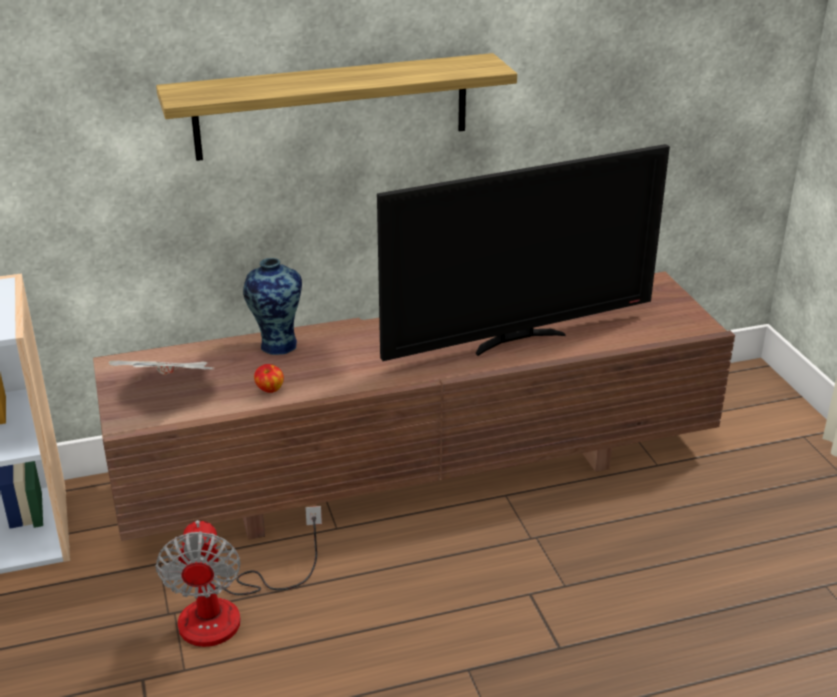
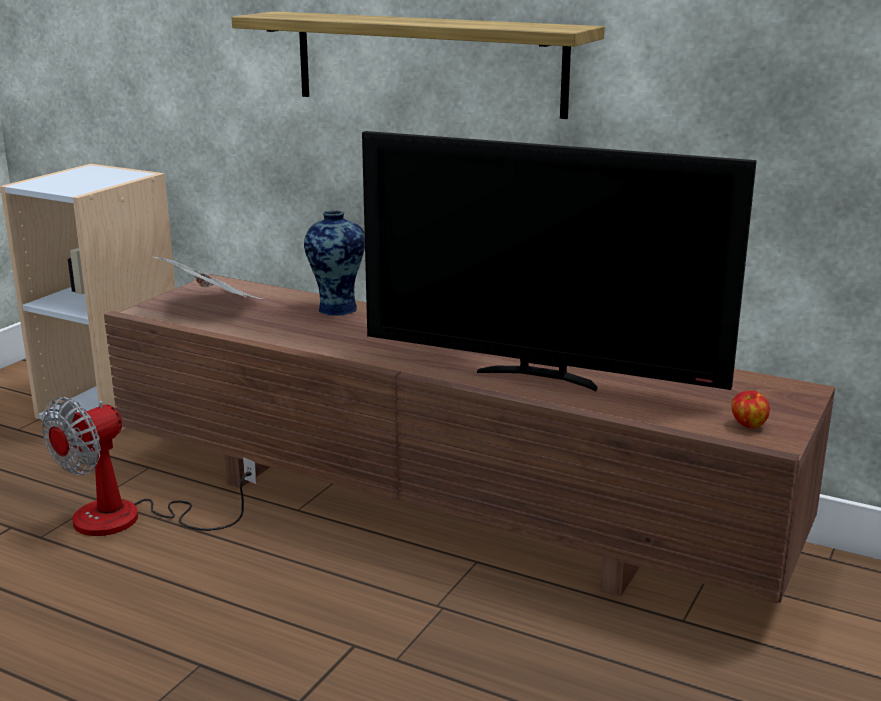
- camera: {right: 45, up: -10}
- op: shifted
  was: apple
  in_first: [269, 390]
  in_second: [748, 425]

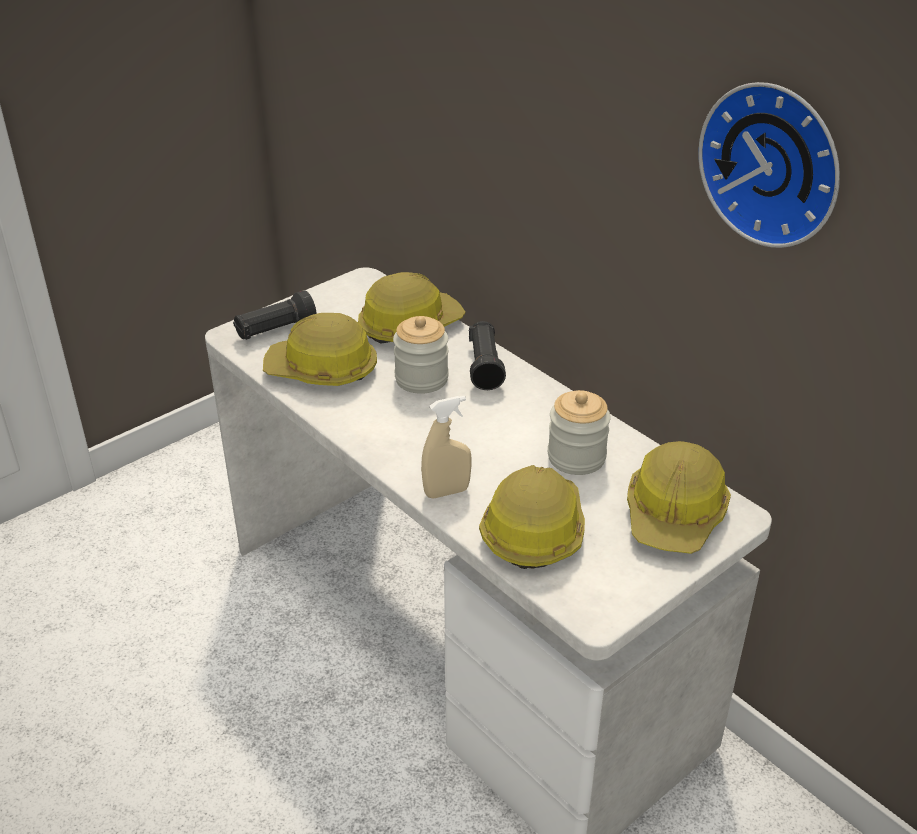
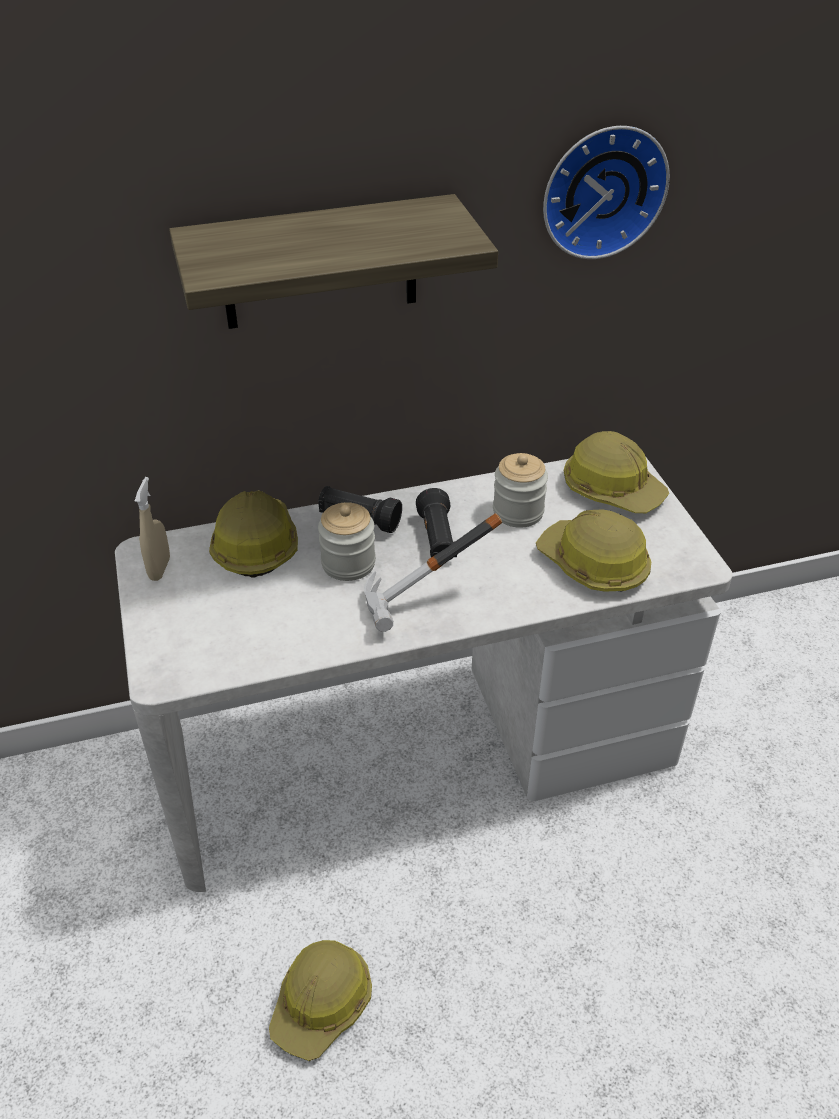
- camera: {right: -65, up: 5}
- op: shifted
  was: black flashlight
  in_first: [275, 330]
  in_second: [437, 539]
- op: shifted
  was: hard hat
  in_first: [322, 370]
  in_second: [322, 1003]
- op: shifted
  was: beige spray bottle
  in_first: [446, 492]
  in_second: [160, 568]
- op: new
  now: shelf
  in_second: [320, 263]
- op: new
  now: hammer
  in_second: [428, 608]

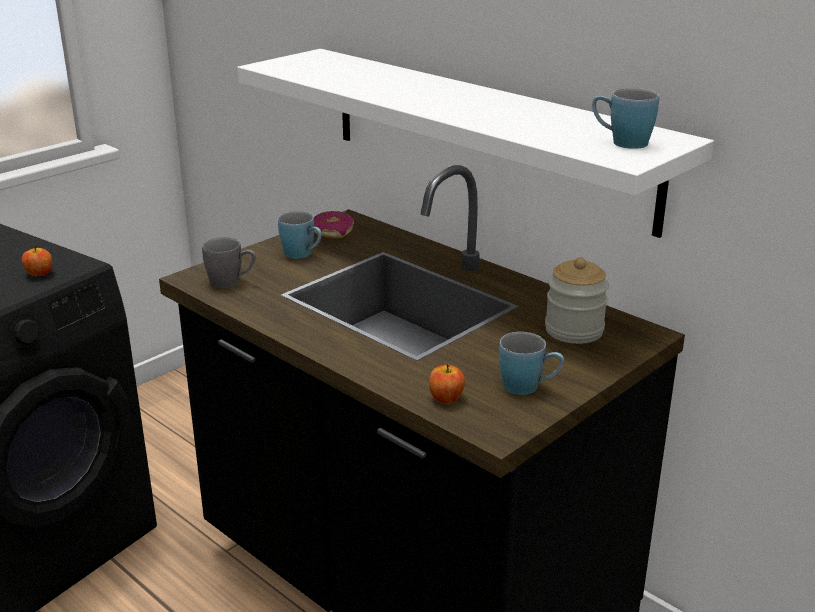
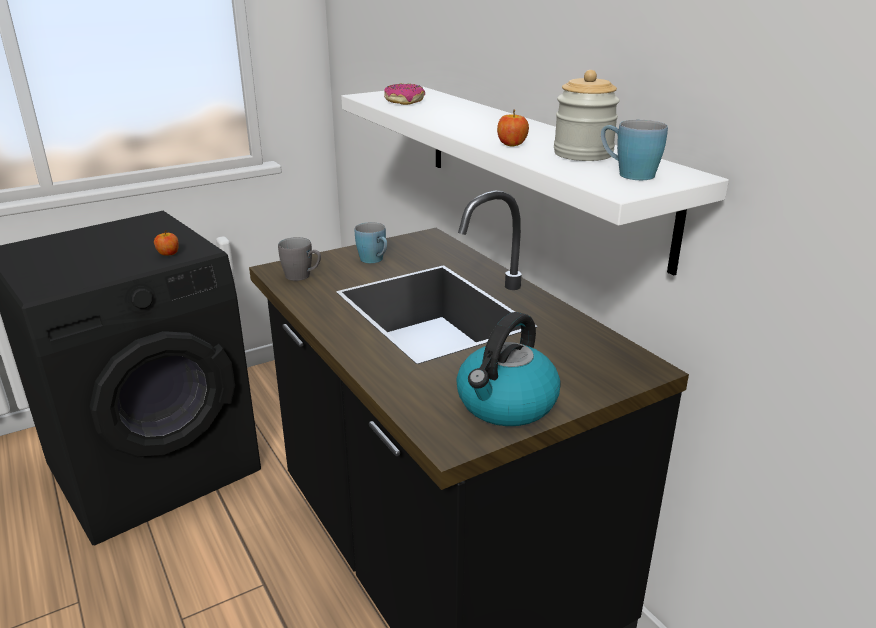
- camera: {right: 15, up: 0}
- op: shifted
  was: donut
  in_first: [333, 231]
  in_second: [404, 101]
- op: shifted
  was: apple
  in_first: [446, 398]
  in_second: [512, 144]
- op: swapped
  was: blue mug
  now: kettle
  in_first: [529, 387]
  in_second: [506, 404]
- op: shifted
  was: jar
  in_first: [574, 330]
  in_second: [583, 154]

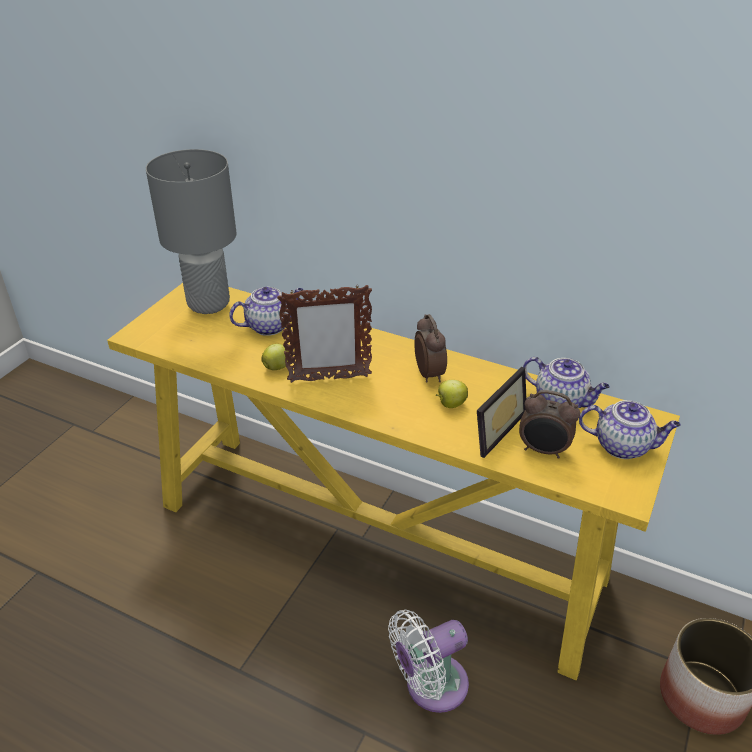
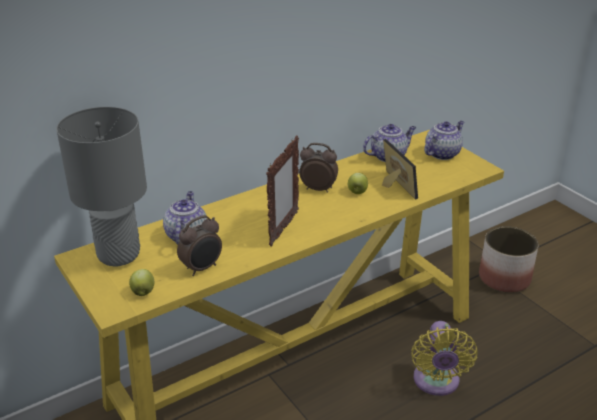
- camera: {right: -60, up: -5}
- op: shifted
  was: apple
  in_first: [277, 367]
  in_second: [143, 292]
- op: repainted
  was: white fan
  now: yellow fan
  in_first: [430, 686]
  in_second: [436, 382]
- op: shifted
  was: alarm clock
  in_first: [543, 450]
  in_second: [202, 268]

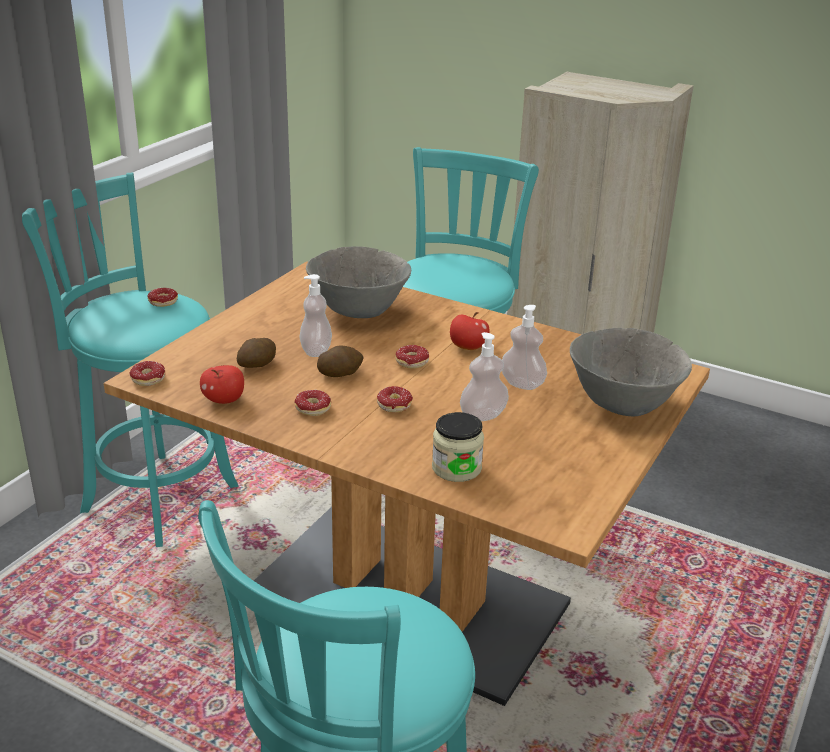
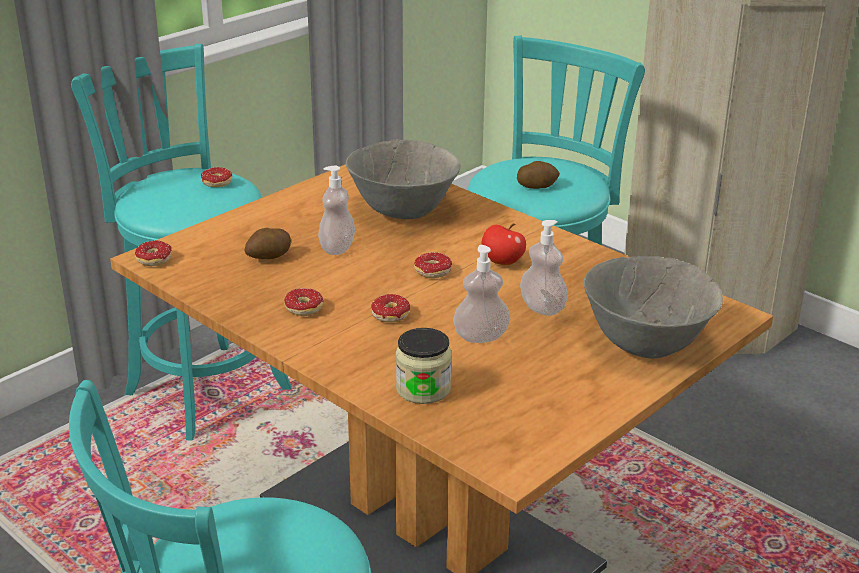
- camera: {right: 15, up: 0}
- op: gone
  was: apple
  in_first: [224, 400]
- op: shifted
  was: potato
  in_first: [340, 373]
  in_second: [537, 186]

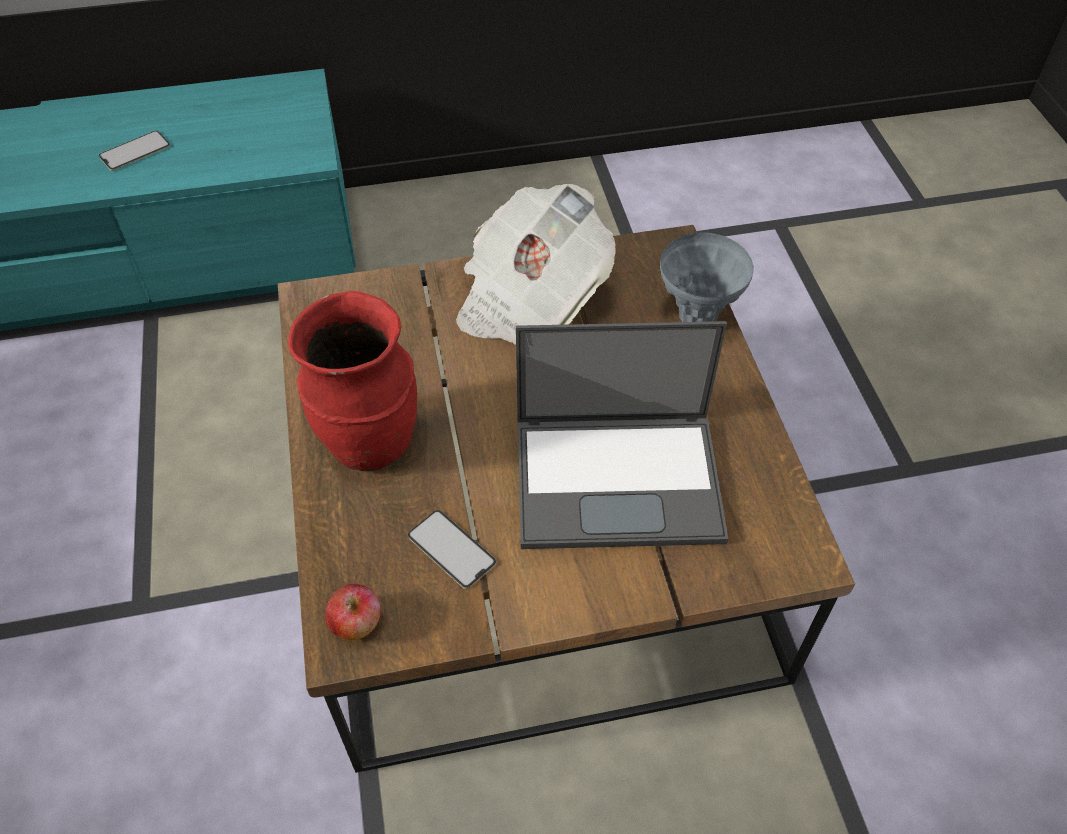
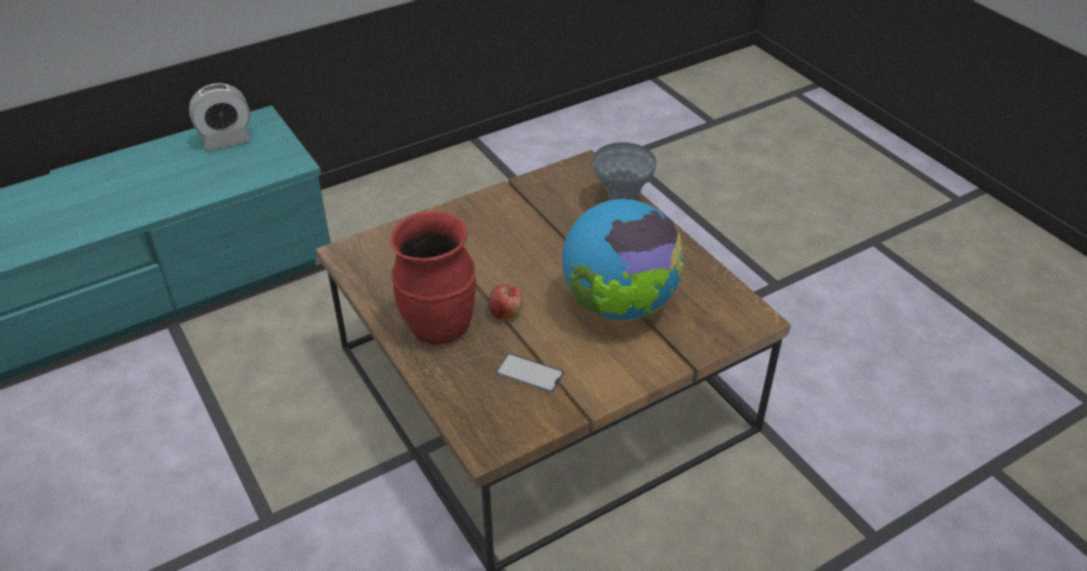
- camera: {right: -20, up: -10}
- op: gone
  was: phone
  in_first: [135, 151]
- op: shifted
  was: apple
  in_first: [356, 623]
  in_second: [506, 313]
- op: gone
  was: newspaper
  in_first: [529, 298]
- op: swapped
  was: laptop
  now: globe
  in_first: [620, 478]
  in_second: [619, 305]
- op: new
  now: alarm clock
  in_second: [226, 140]

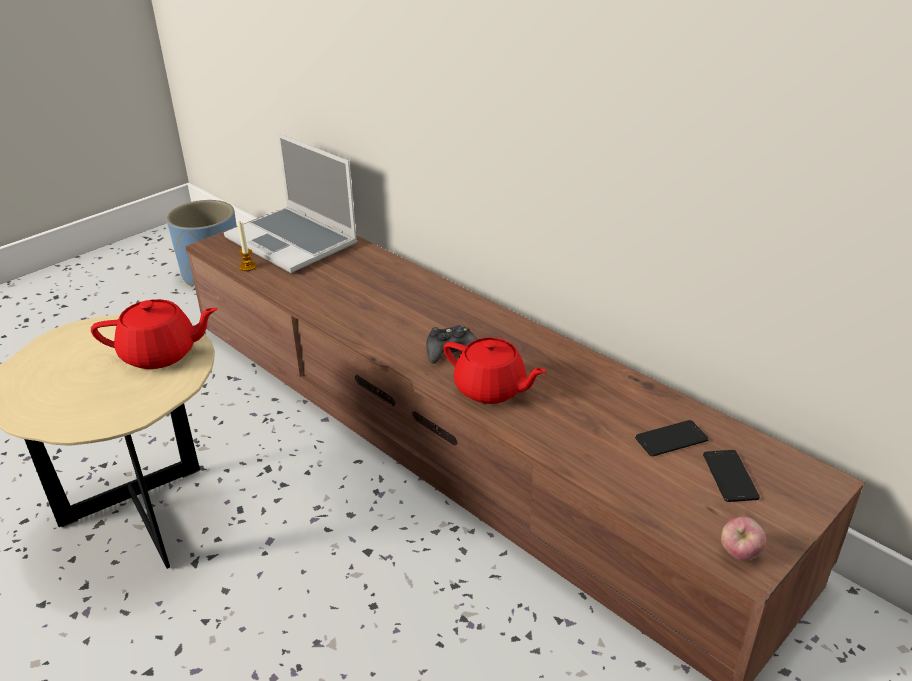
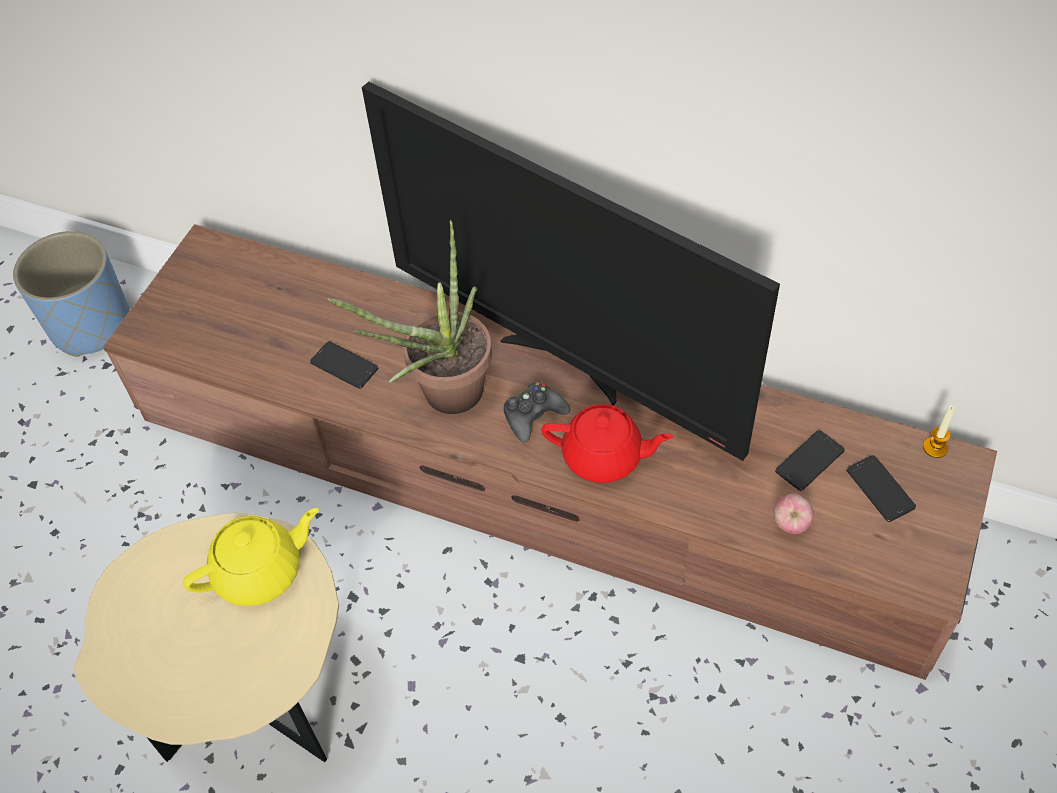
- camera: {right: -20, up: 20}
- op: repainted
  was: red teapot
  now: yellow teapot
  in_first: [161, 354]
  in_second: [260, 571]
- op: gone
  was: laptop
  in_first: [294, 241]
- op: shifted
  was: candle
  in_first: [248, 267]
  in_second: [935, 448]
- op: shifted
  was: apple
  in_first: [739, 554]
  in_second: [790, 524]
- op: new
  now: phone
  in_second: [344, 365]
- op: new
  now: potted plant
  in_second: [442, 397]
- op: new
  now: television
  in_second: [566, 363]

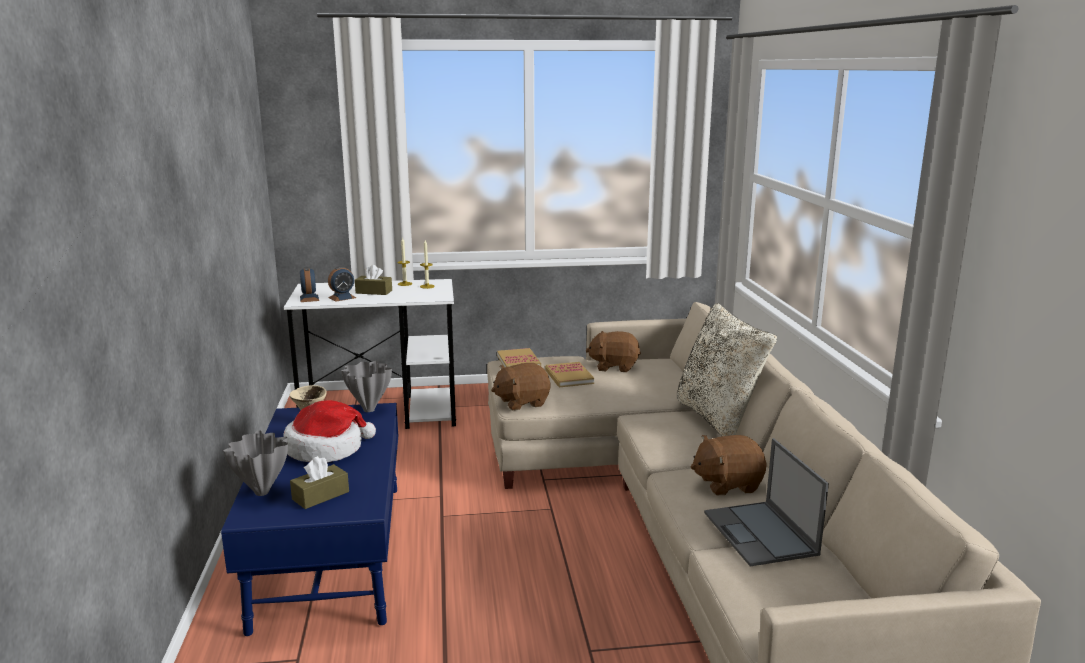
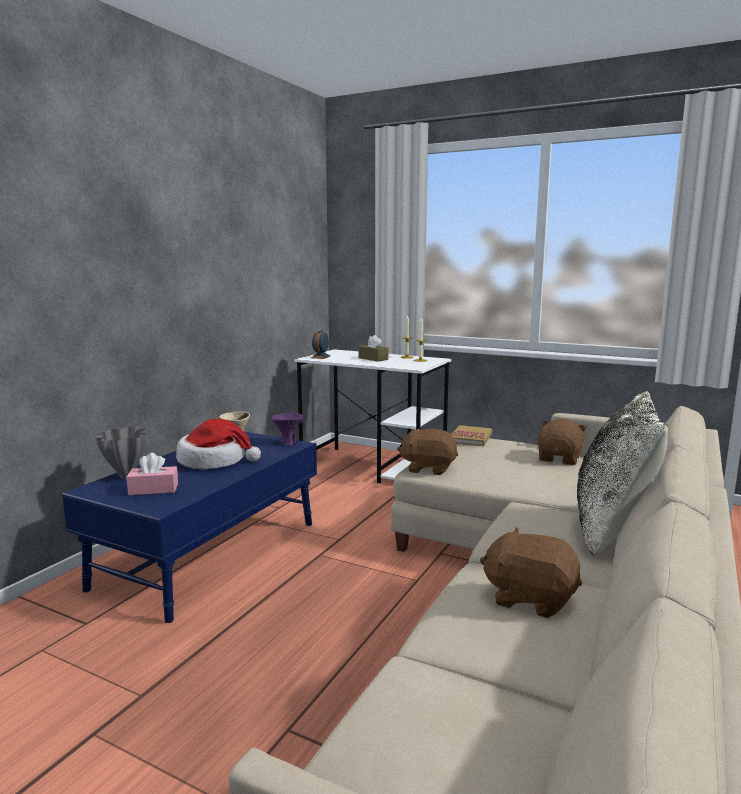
- camera: {right: 35, up: -5}
- op: repainted
  was: brown tissue box
  now: pink tissue box
  in_first: [320, 495]
  in_second: [153, 489]
- op: gone
  was: alarm clock
  in_first: [342, 297]
- op: swapped
  was: grey vase
  now: purple bowl
  in_first: [369, 409]
  in_second: [288, 443]
- op: gone
  was: book
  in_first: [569, 377]
- op: rotated
  was: brown plush toy
  in_first: [614, 366]
  in_second: [560, 459]
  clockwise: 75
- op: gone
  was: laptop
  in_first: [761, 534]

